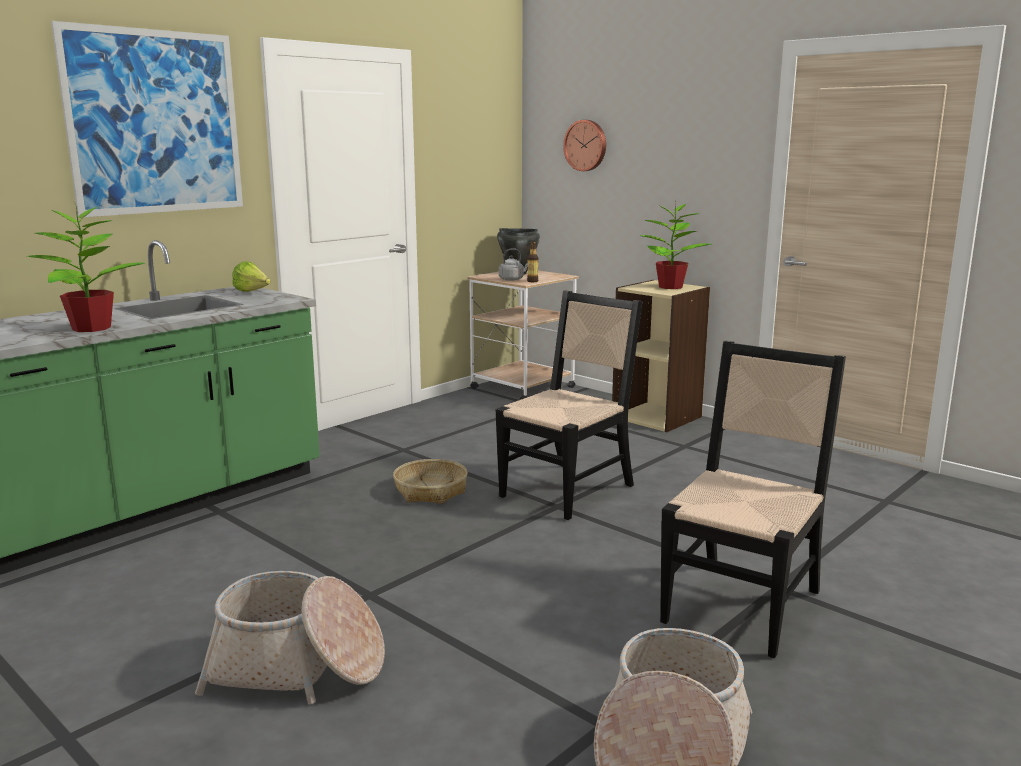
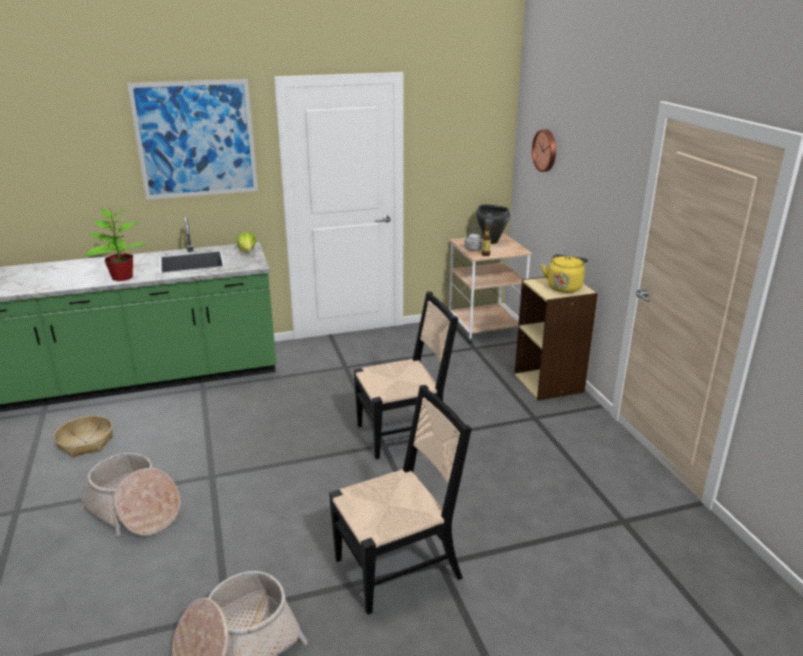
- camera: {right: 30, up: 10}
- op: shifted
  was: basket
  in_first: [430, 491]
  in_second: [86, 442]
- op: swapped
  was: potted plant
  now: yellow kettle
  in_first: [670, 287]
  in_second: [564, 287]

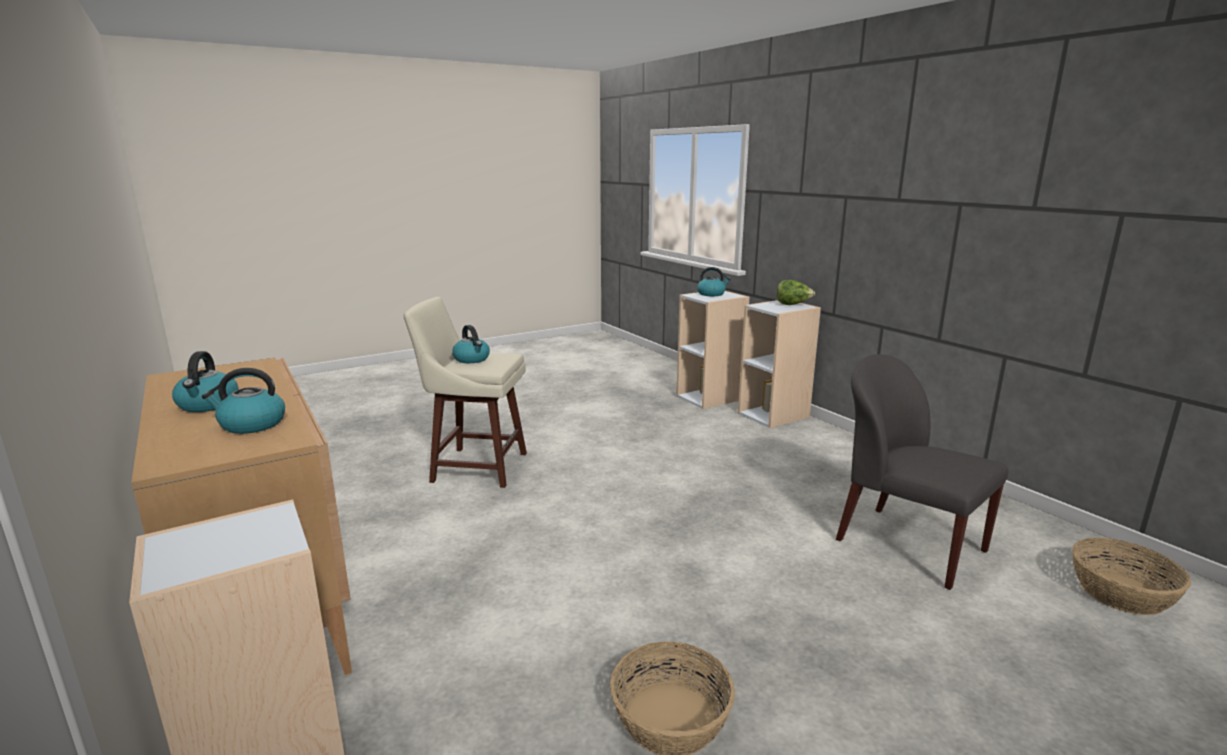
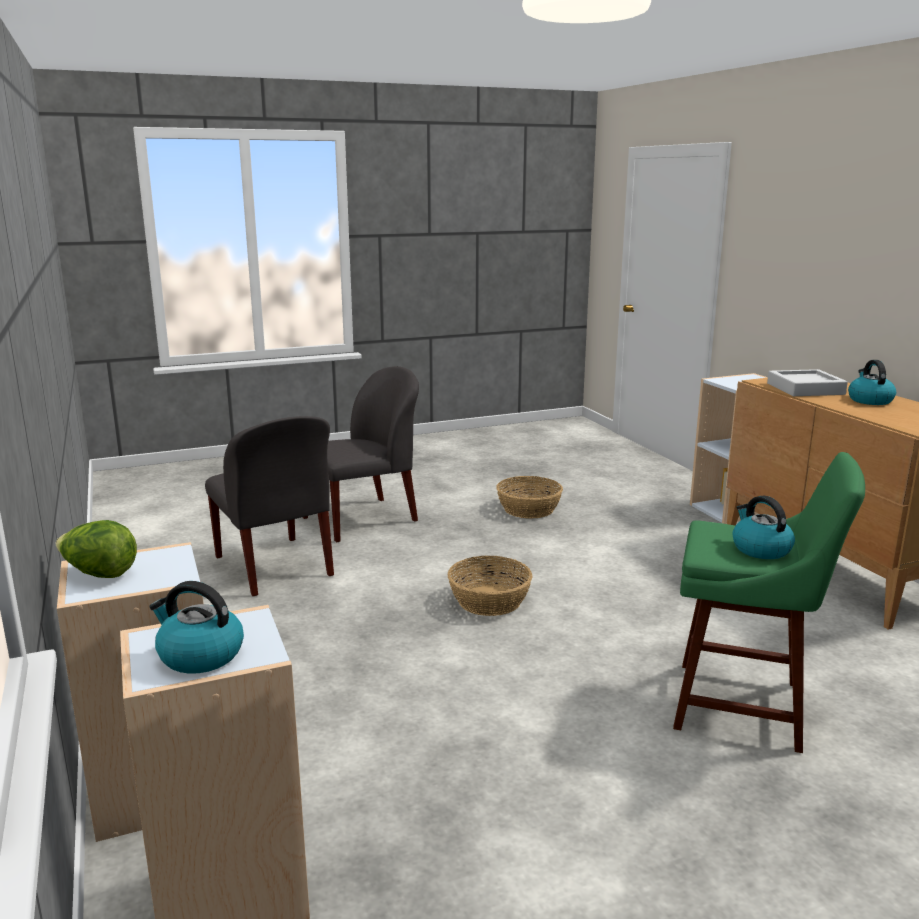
- camera: {right: -170, up: 0}
- op: swapped
  was: kettle
  now: grey tray
  in_first: [251, 424]
  in_second: [805, 389]
- op: repainted
  was: beige stool
  now: green stool
  in_first: [475, 466]
  in_second: [746, 706]
- op: shifted
  was: basket
  in_first: [1122, 593]
  in_second: [489, 600]
- op: new
  now: grey chair
  in_second: [363, 519]

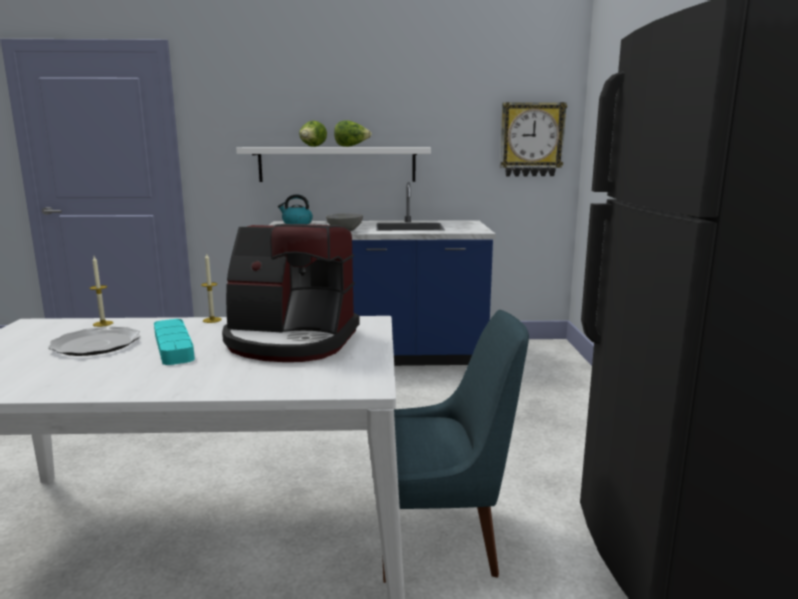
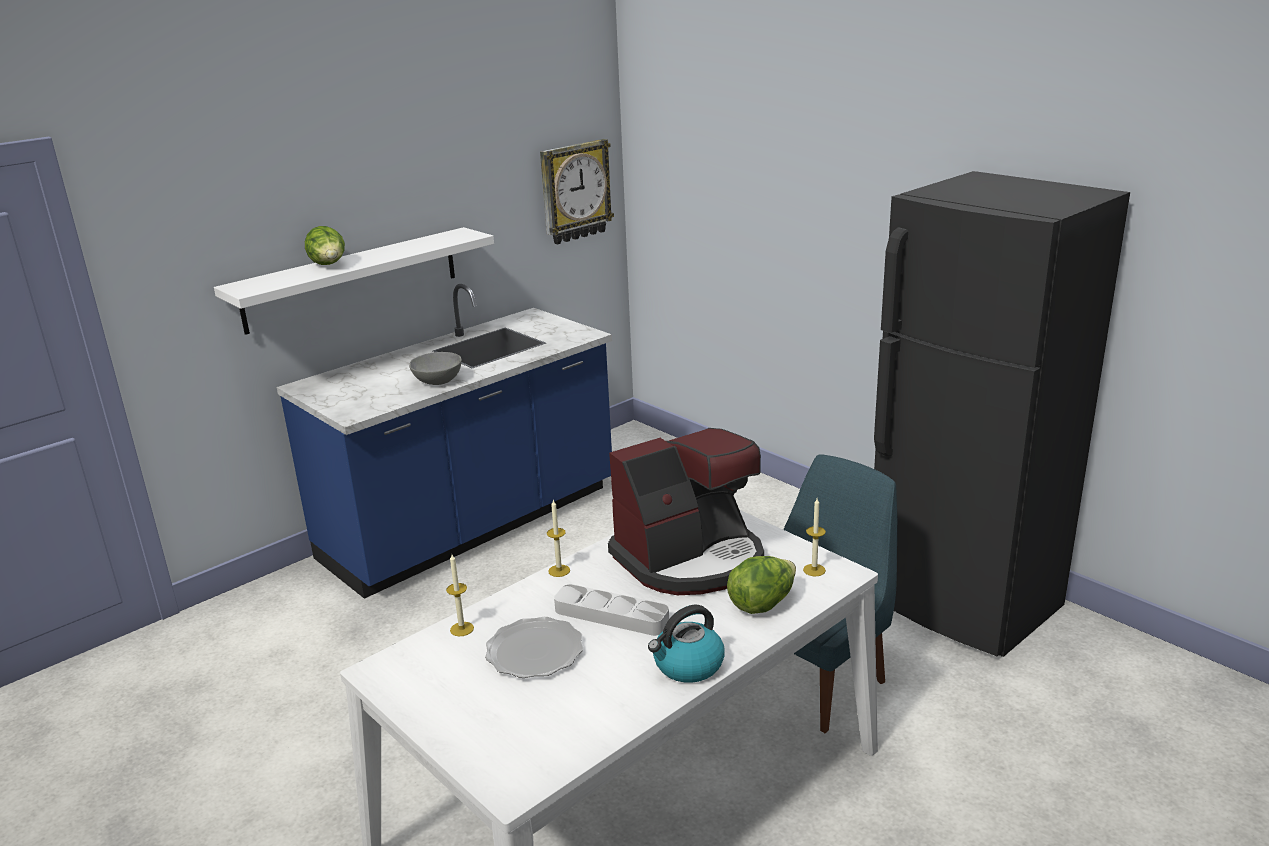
- camera: {right: -40, up: 10}
- op: repainted
  was: turquoise tray
  now: grey tray
  in_first: [173, 346]
  in_second: [611, 615]
- op: shifted
  was: kettle
  in_first: [296, 223]
  in_second: [687, 666]
- op: shifted
  was: lettuce
  in_first: [351, 146]
  in_second: [762, 603]
- op: new
  now: candle
  in_second: [814, 570]

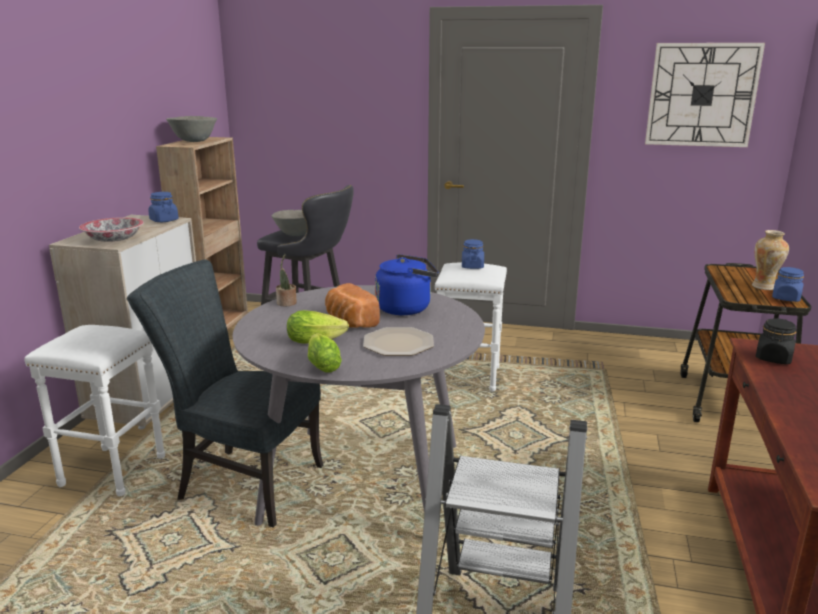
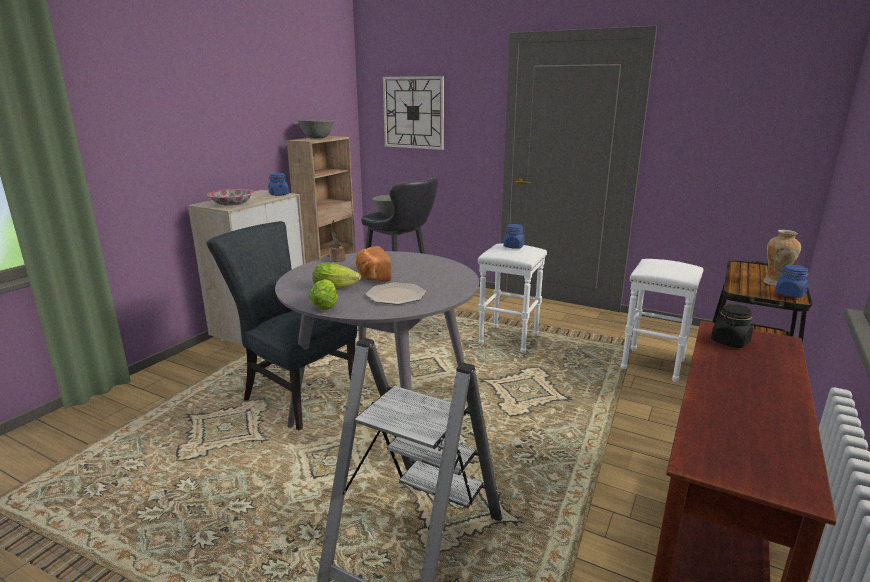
- camera: {right: 15, up: 0}
- op: shifted
  was: white stool
  in_first: [115, 470]
  in_second: [654, 364]
- op: gone
  was: blue kettle
  in_first: [406, 308]
- op: shifted
  was: wall clock
  in_first: [702, 95]
  in_second: [413, 113]

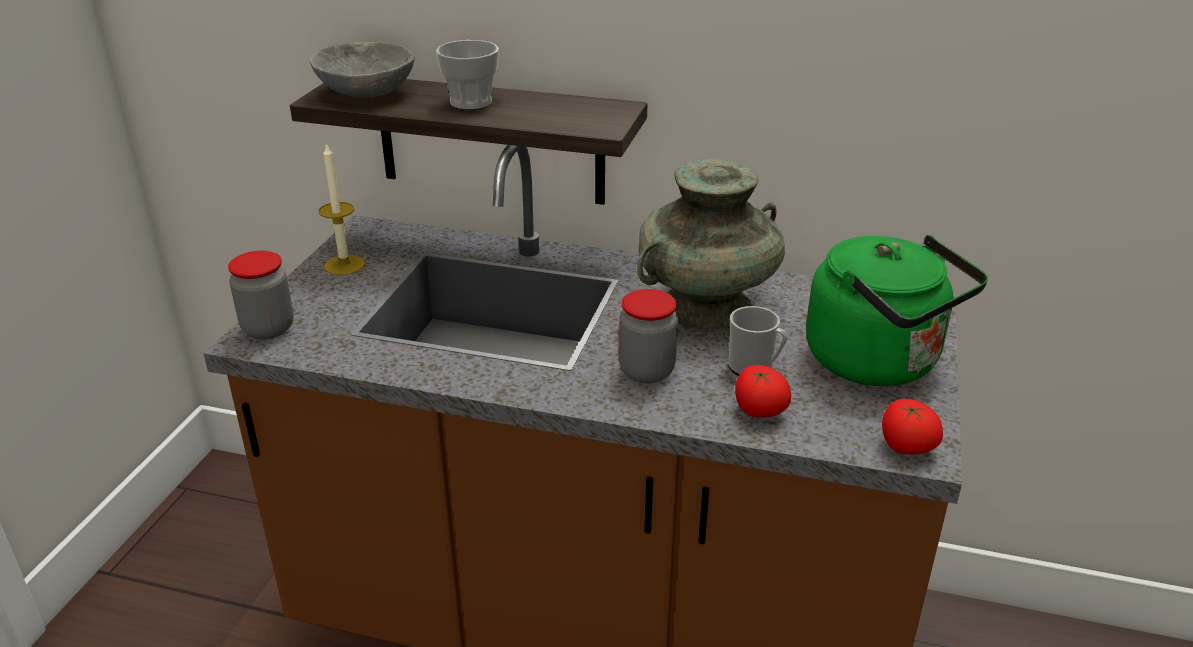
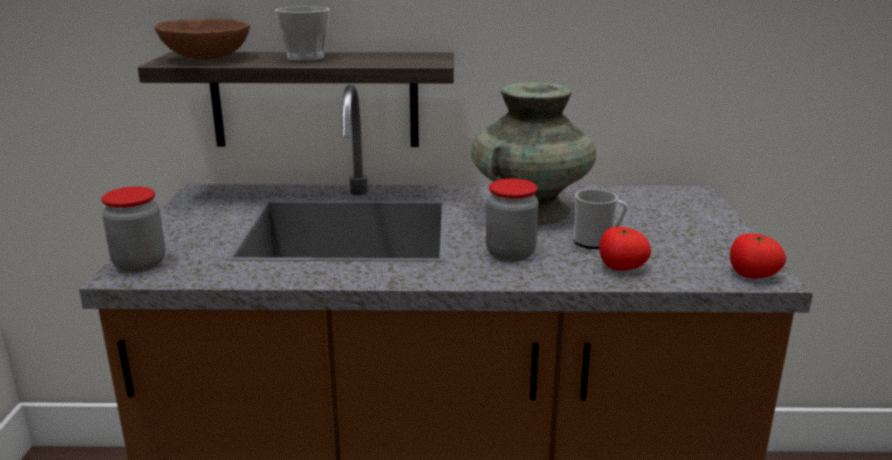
- camera: {right: -15, up: -10}
- op: repainted
  was: grey bowl
  now: brown bowl
  in_first: [365, 93]
  in_second: [205, 58]
- op: gone
  was: candle
  in_first: [344, 265]
- op: gone
  was: green kettle
  in_first: [879, 363]

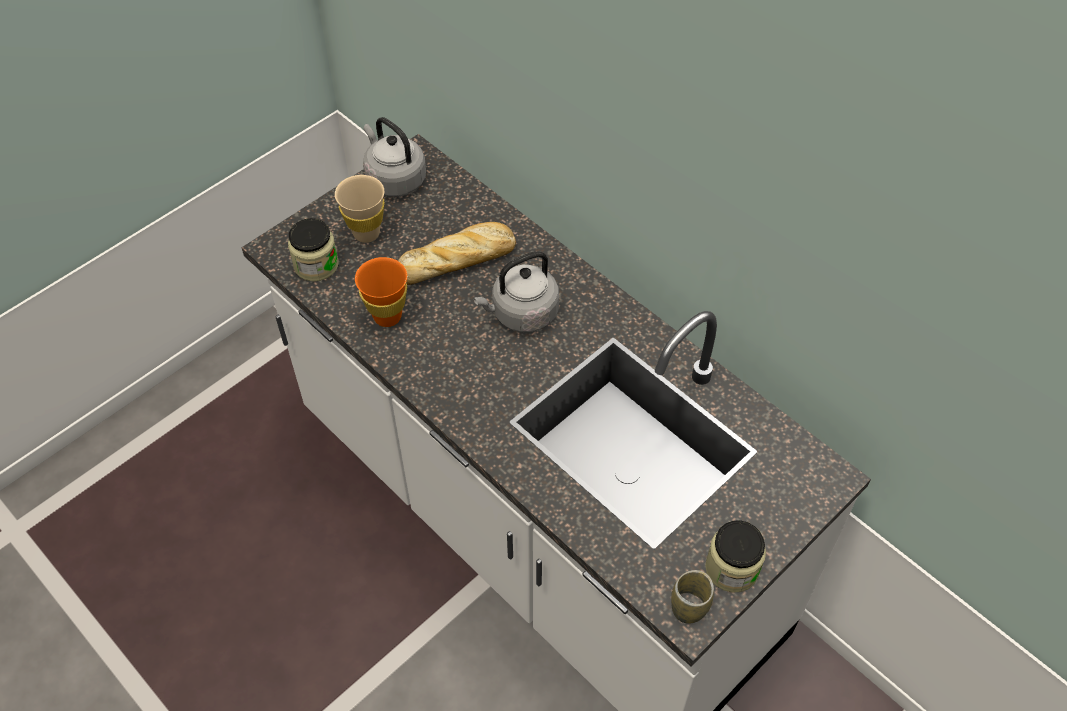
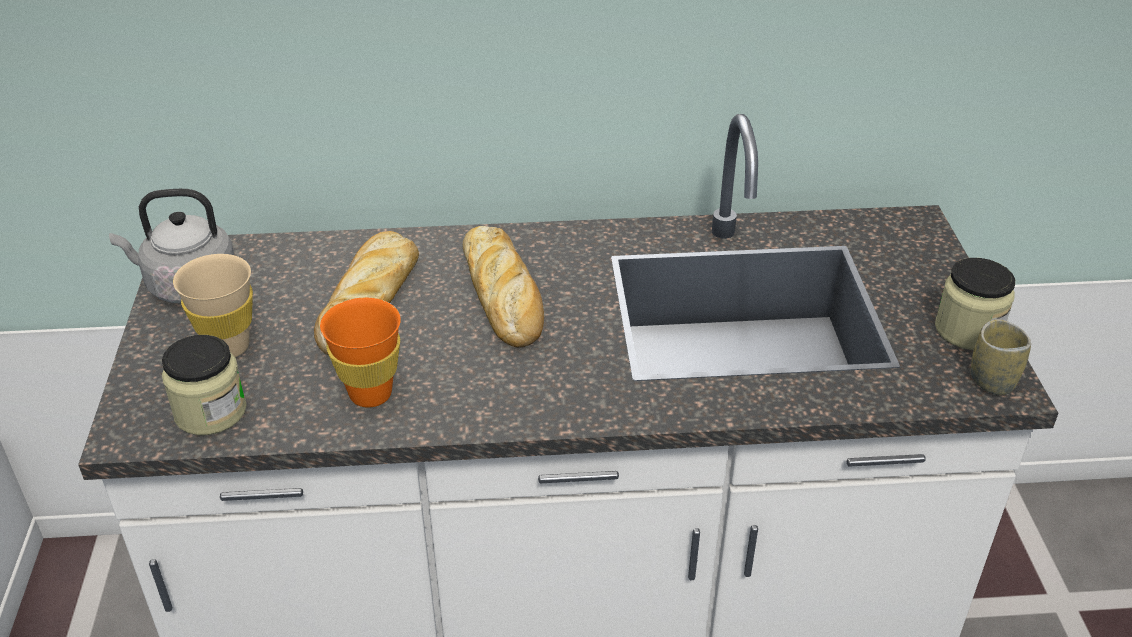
- camera: {right: -50, up: -15}
- op: swapped
  was: grey kettle
  now: bread
  in_first: [521, 314]
  in_second: [503, 296]

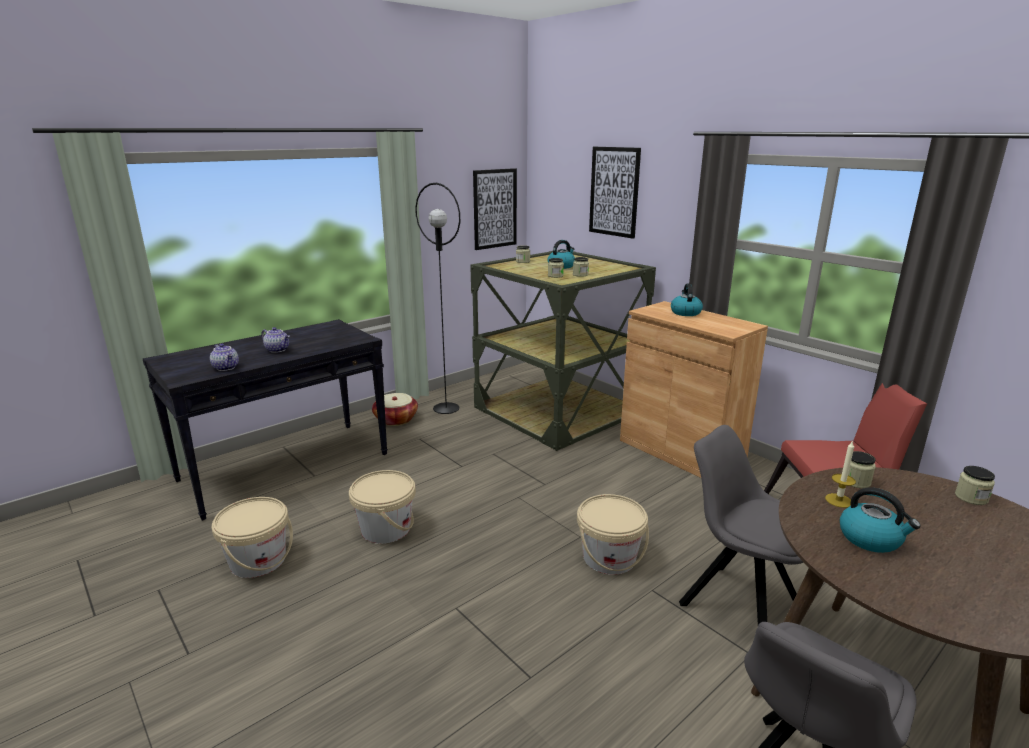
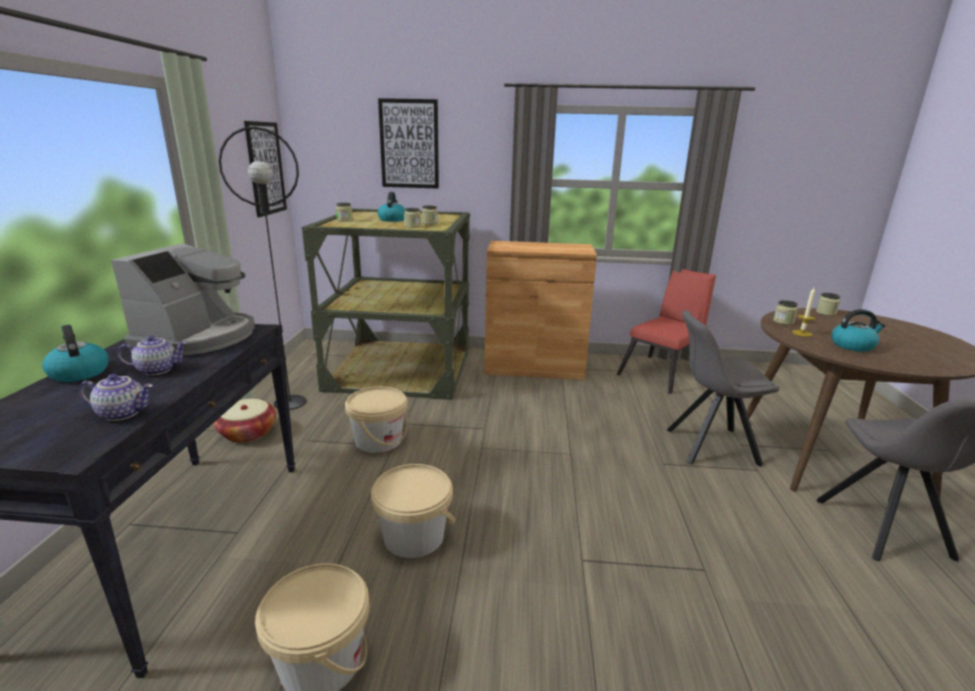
- camera: {right: -45, up: 0}
- op: shifted
  was: beige bucket
  in_first: [609, 557]
  in_second: [379, 440]
- op: shifted
  was: kettle
  in_first: [685, 312]
  in_second: [79, 373]
- op: new
  now: coffee machine
  in_second: [198, 337]

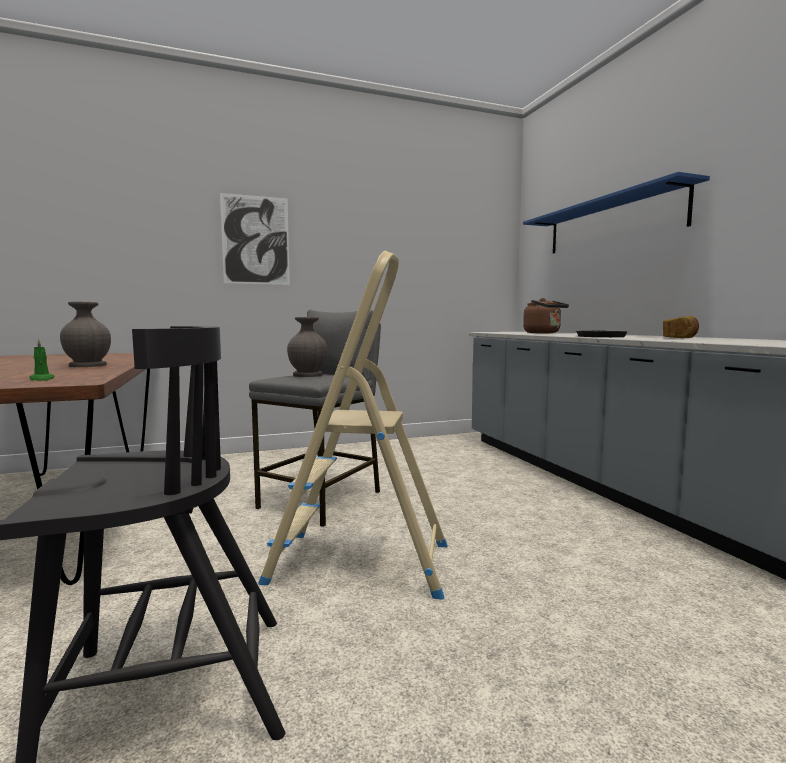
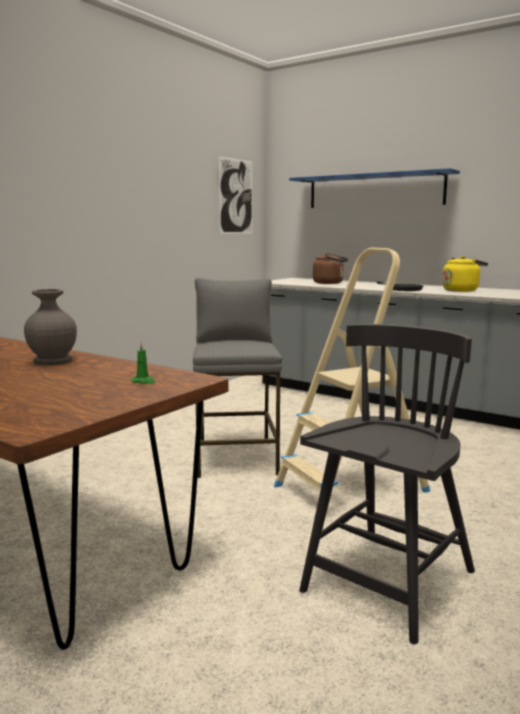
- camera: {right: -35, up: 5}
- op: shifted
  was: picture
  in_first: [256, 240]
  in_second: [236, 196]
- op: gone
  was: grey vase
  in_first: [308, 375]
- op: swapped
  was: bread
  now: yellow kettle
  in_first: [680, 338]
  in_second: [461, 290]

